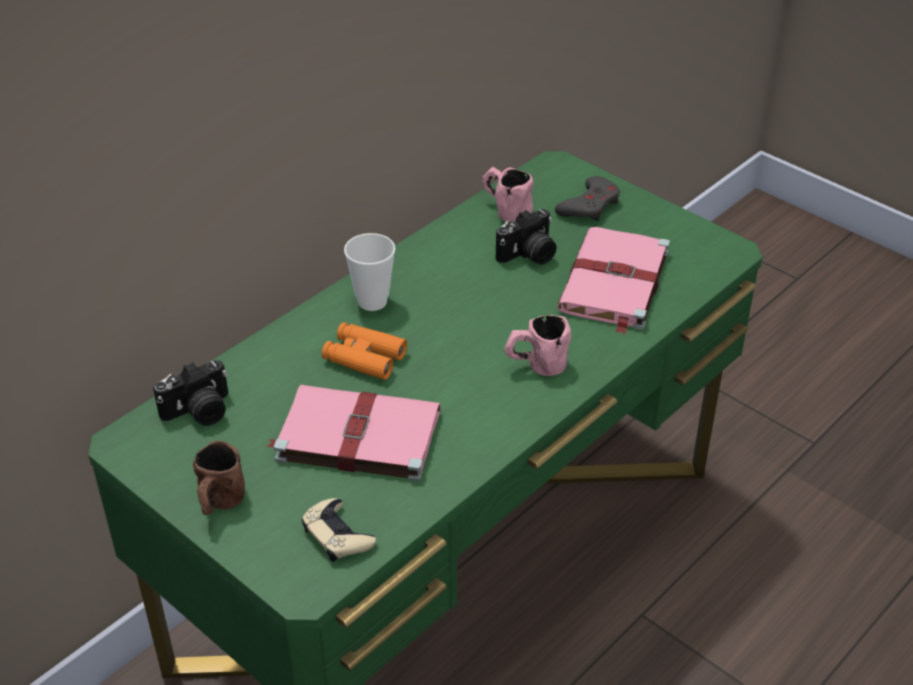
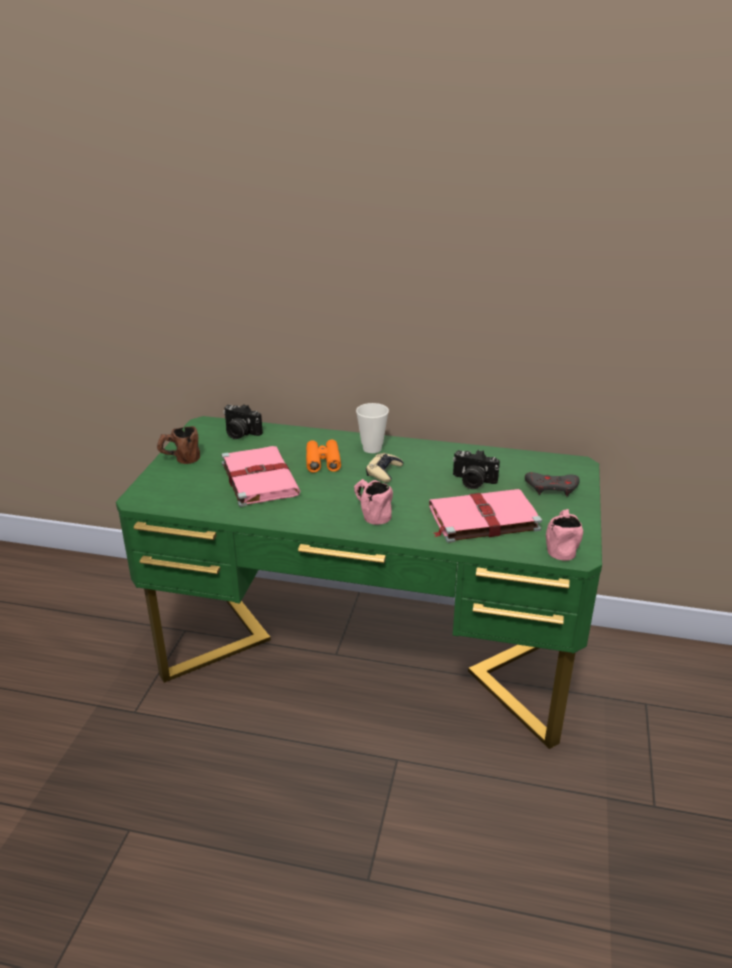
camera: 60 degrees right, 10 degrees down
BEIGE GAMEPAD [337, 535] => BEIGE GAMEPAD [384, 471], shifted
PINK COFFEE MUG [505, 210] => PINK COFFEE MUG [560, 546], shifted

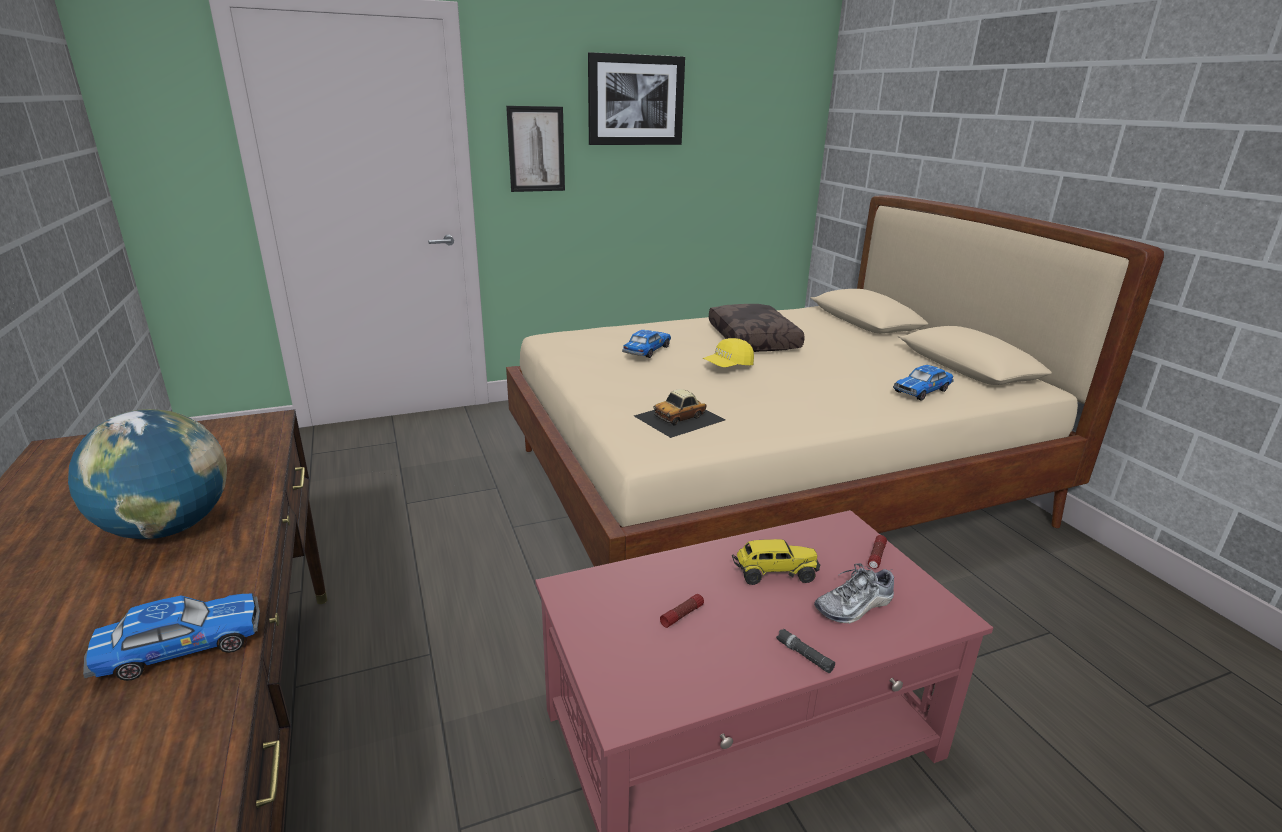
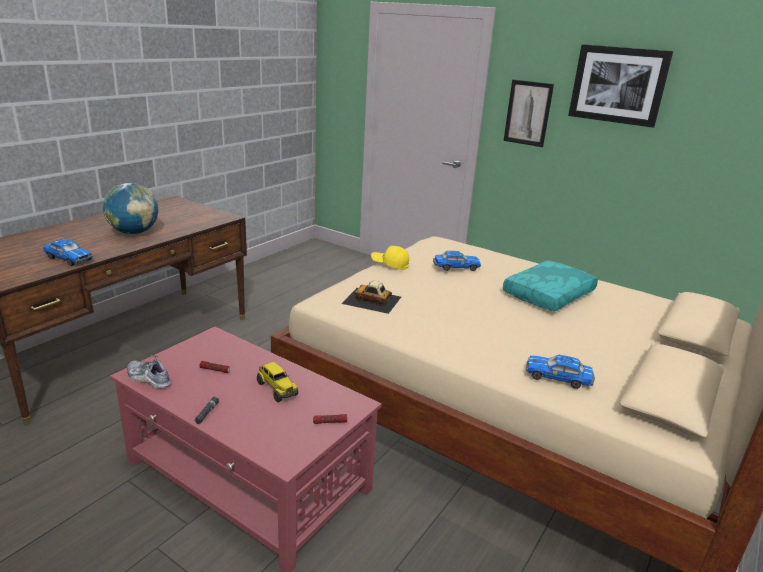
camera: 55 degrees right, 0 degrees up
YELLOW-COLOURED PEAKED CAP [728, 366] => YELLOW-COLOURED PEAKED CAP [390, 264], shifted
BROWN-COLOURED CUSHION [754, 340] => BLUE-GREEN CUSHION [549, 295]
LOW SHOE [854, 606] => LOW SHOE [148, 379], shifted

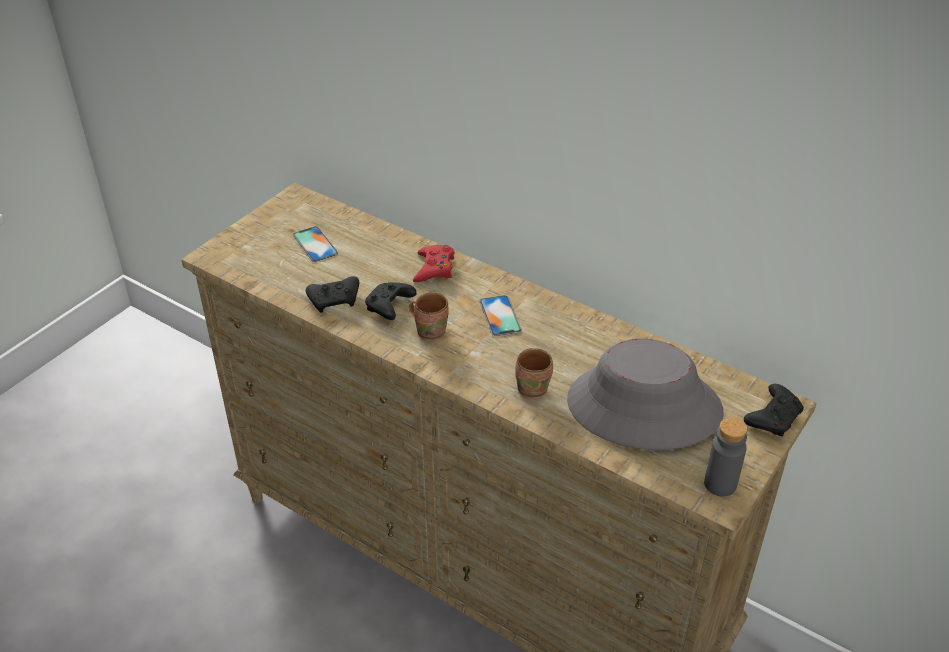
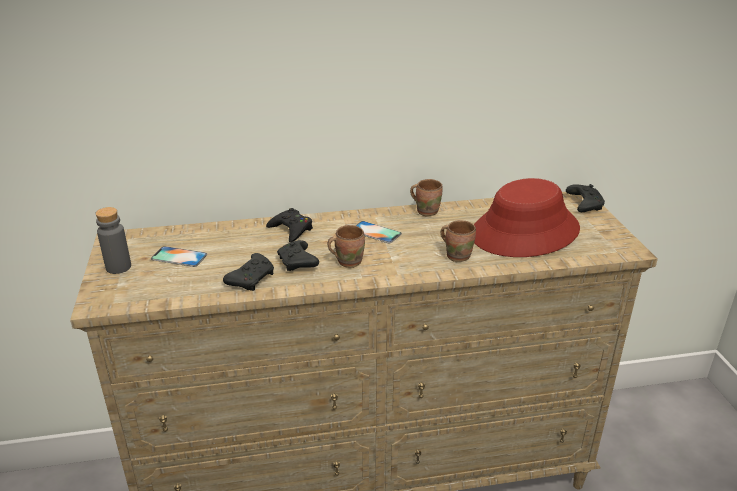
camera: 45 degrees left, 10 degrees down
RED-COLOURED GAMEPAD [434, 268] => BLACKISH GAMEPAD [291, 229]
GREYISH HAT [643, 407] => RED-COLOURED HAT [525, 232]
GREYISH BOTTLE [720, 484] => GREYISH BOTTLE [118, 267], shifted
nothing => BROWN-COLOURED COFFEE MUG [426, 211]

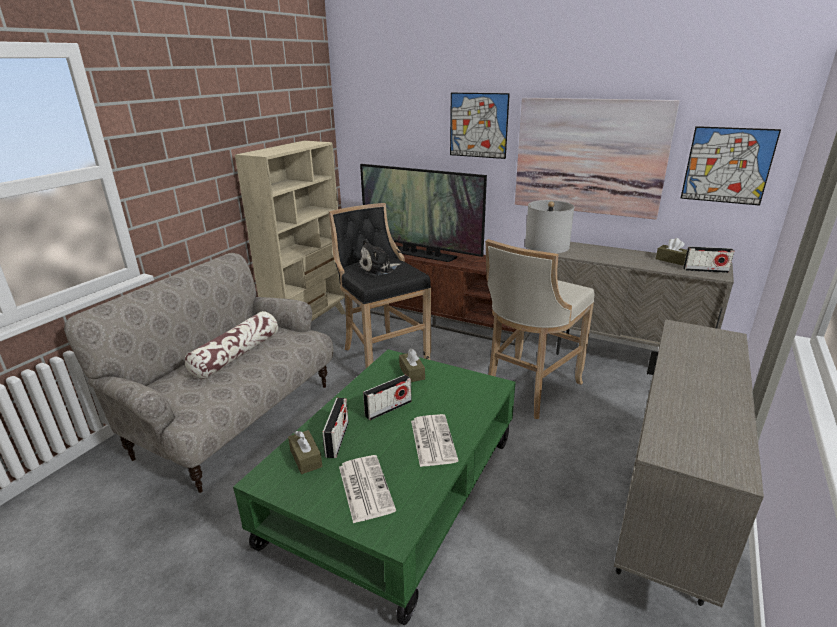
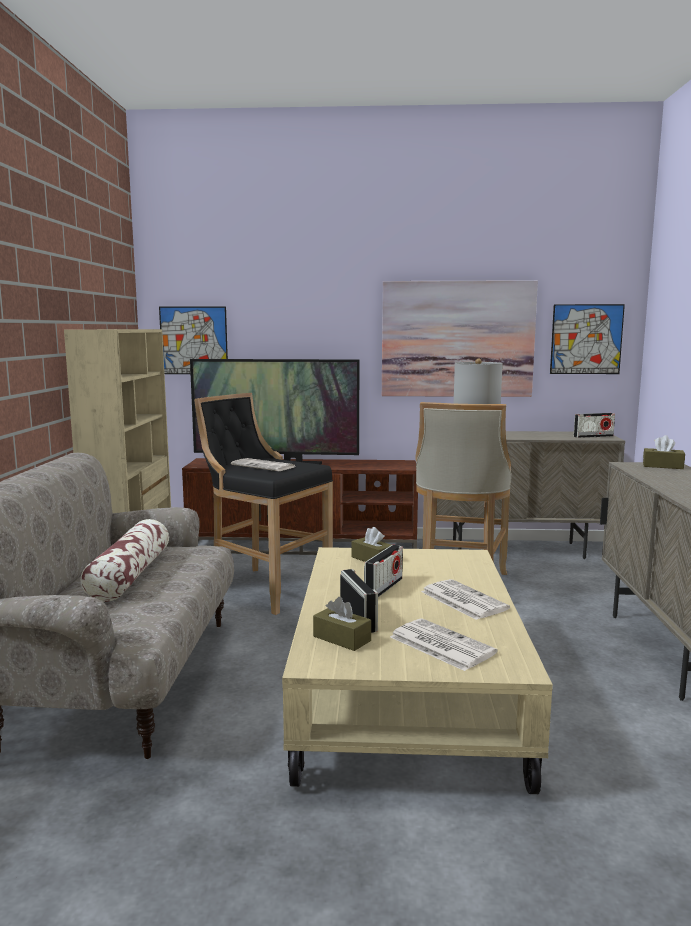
camera: 25 degrees left, 15 degrees down
GREENISH LOUNGE TABLE [395, 489] => BEIGE LOUNGE TABLE [404, 694]
CUDDLY TOY [378, 269] => NEWSPAPER [264, 466]
WALL ART [478, 125] => WALL ART [194, 340], shifted
BROWN-COLOURED TISSUE HOLDER [671, 260] => BROWN-COLOURED TISSUE HOLDER [662, 466], shifted

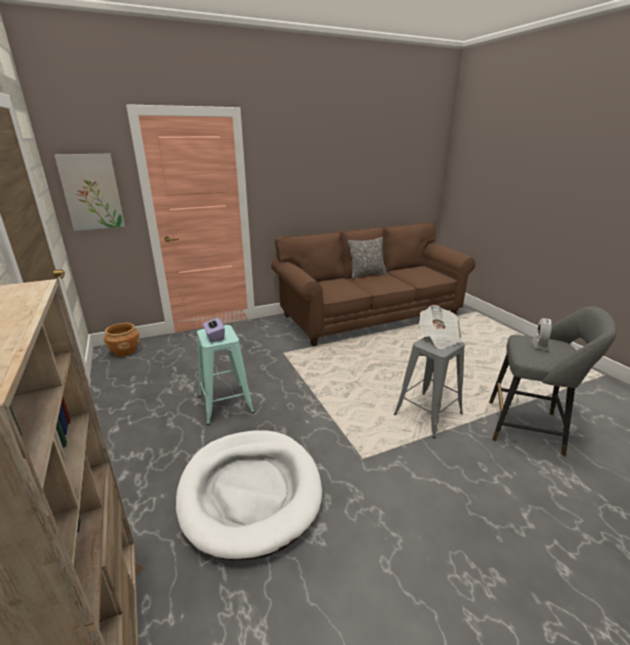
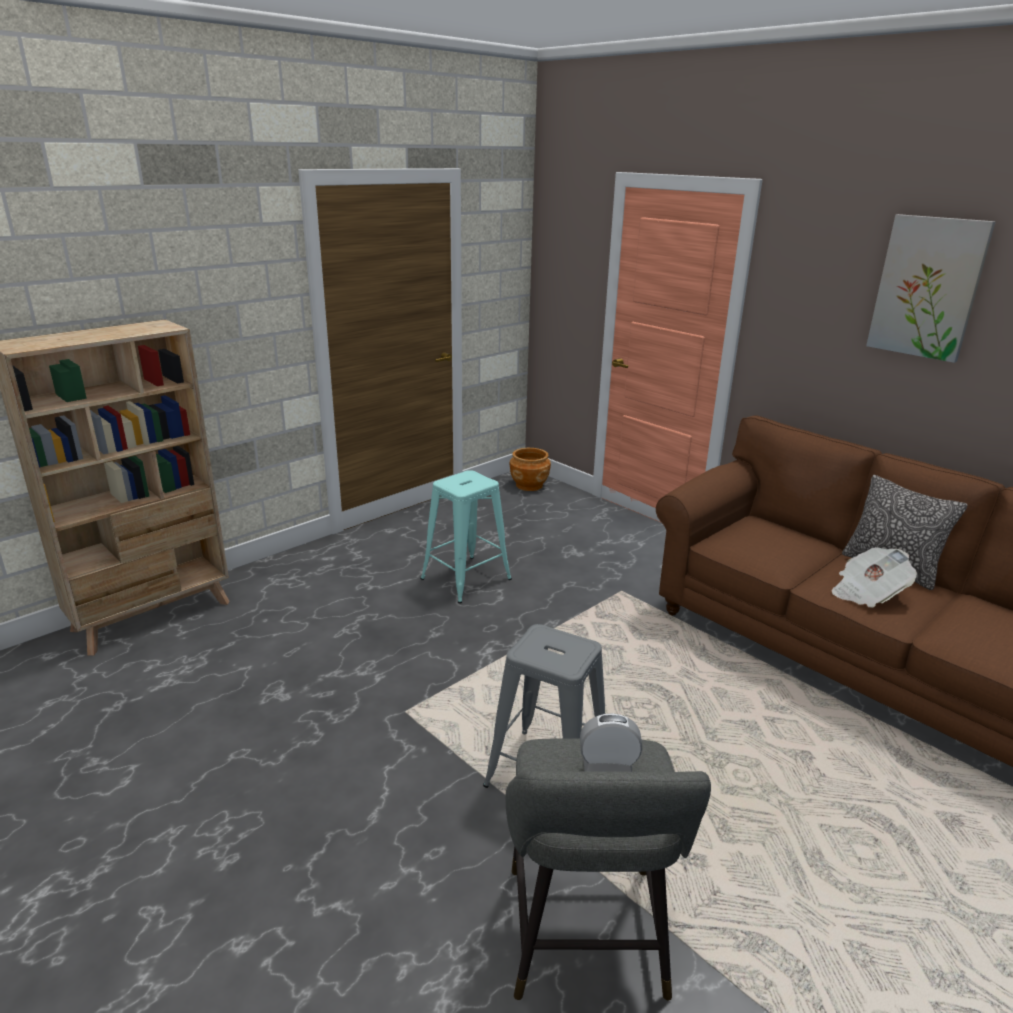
camera: 70 degrees right, 0 degrees up
WALL ART [92, 192] => WALL ART [927, 287], shifted
WHITE PET BED [250, 491] => nothing
PURPLE-COLOURED TISSUE HOLDER [214, 337] => nothing
NEWSPAPER [438, 338] => NEWSPAPER [867, 593], shifted

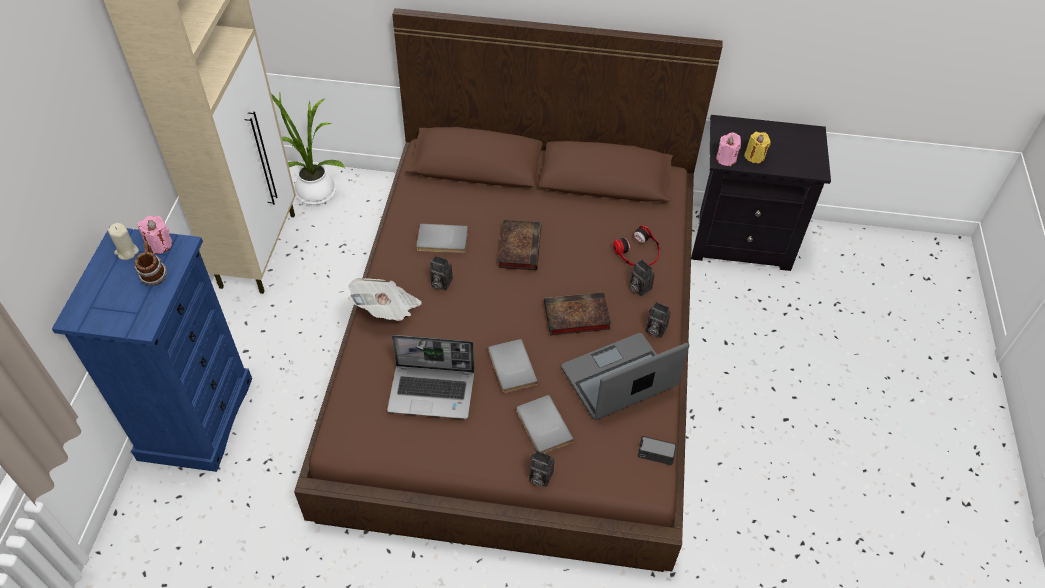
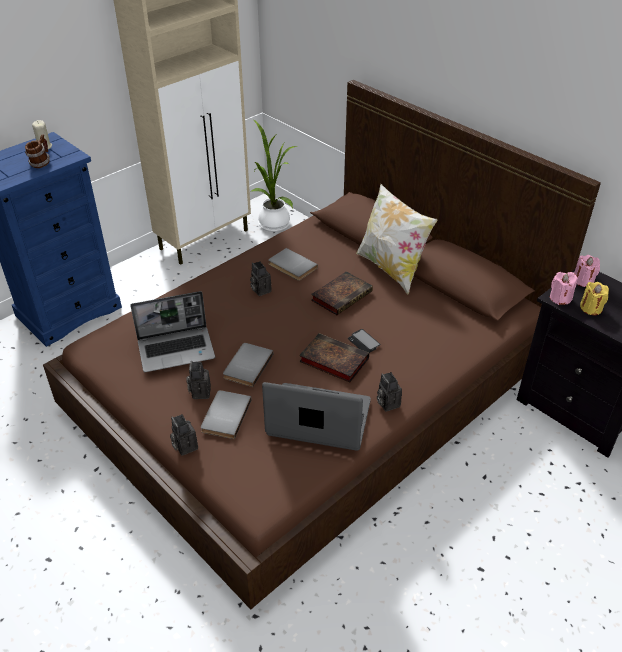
camera: 40 degrees right, 10 degrees down
PINK WAX LIGHT [159, 244] => PINK WAX LIGHT [583, 280], shifted
NEWSPAPER [387, 309] => nothing
LAPTOP [433, 392] => LAPTOP [177, 349], 60 degrees counterclockwise
HEADPHONES [638, 252] => nothing
PHOTO CAMERA [638, 287] => PHOTO CAMERA [200, 392], shifted
HANDSET [656, 451] => HANDSET [363, 342], shifted
nothing => CUSHION [391, 269]

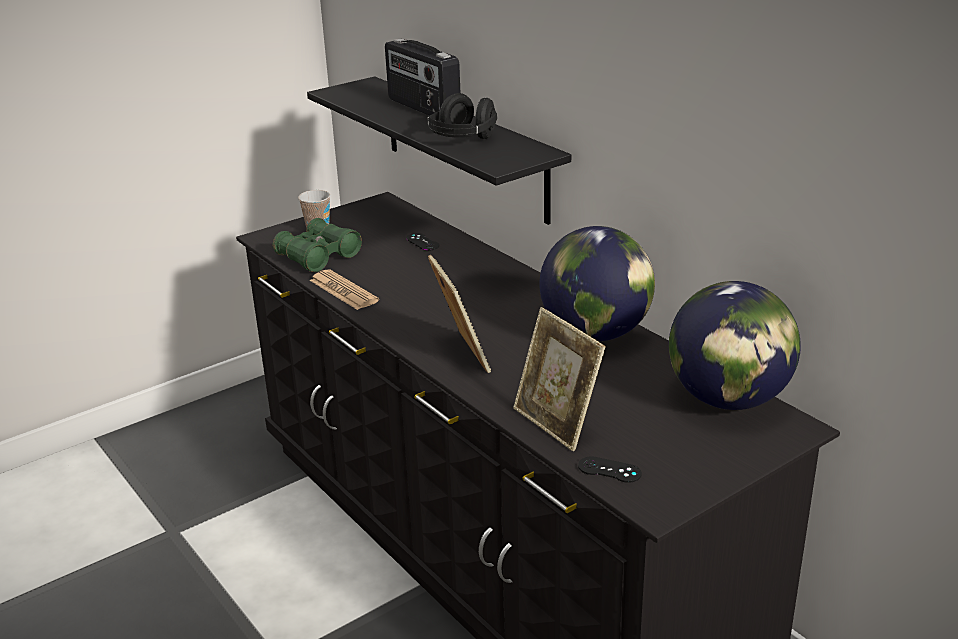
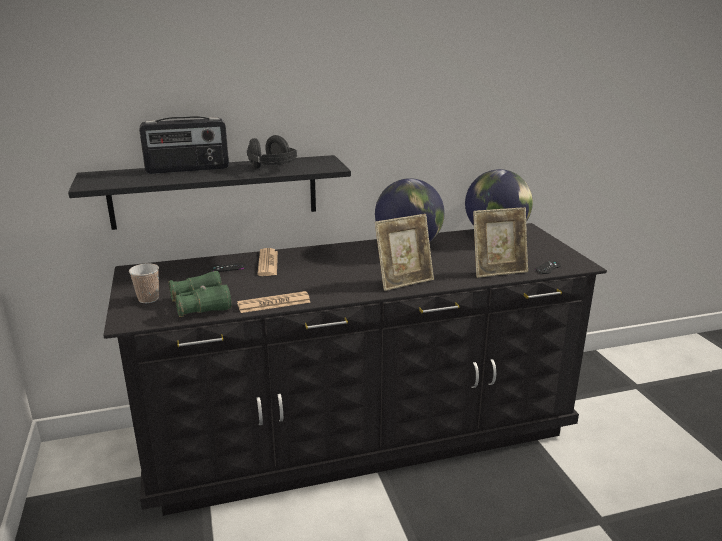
camera: 70 degrees left, 5 degrees down
PICTURE FRAME [461, 355] => PICTURE FRAME [404, 281], 150 degrees clockwise
nothing => NEWSPAPER [268, 263]

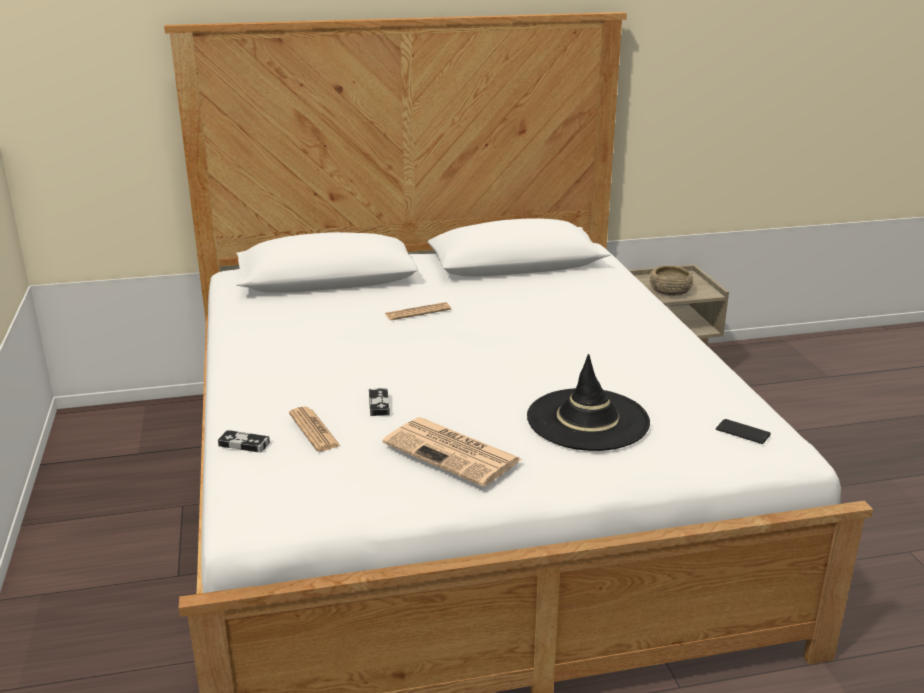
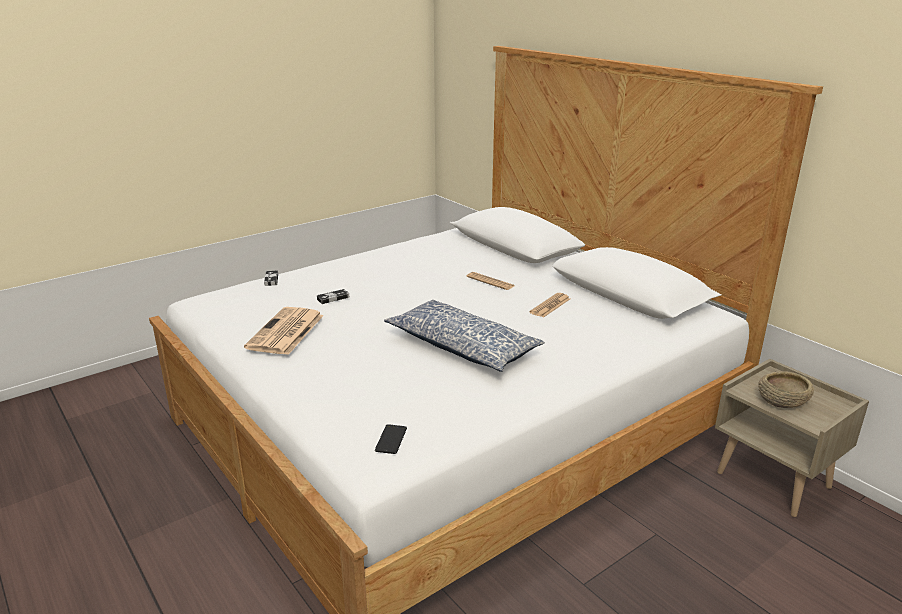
camera: 65 degrees right, 0 degrees up
NEWSPAPER [314, 430] => NEWSPAPER [550, 306], shifted
BLACKISH HAT [588, 420] => nothing
nothing => CUSHION [462, 347]

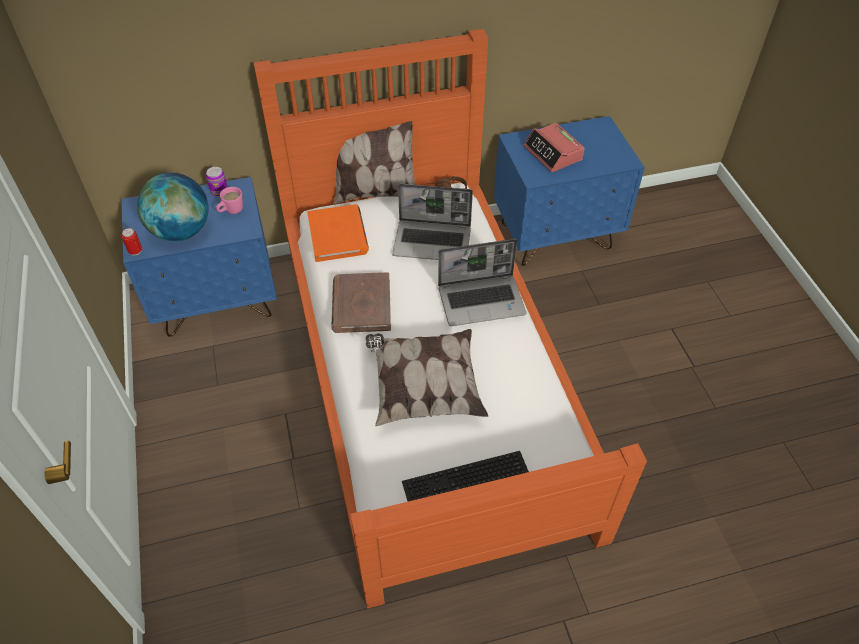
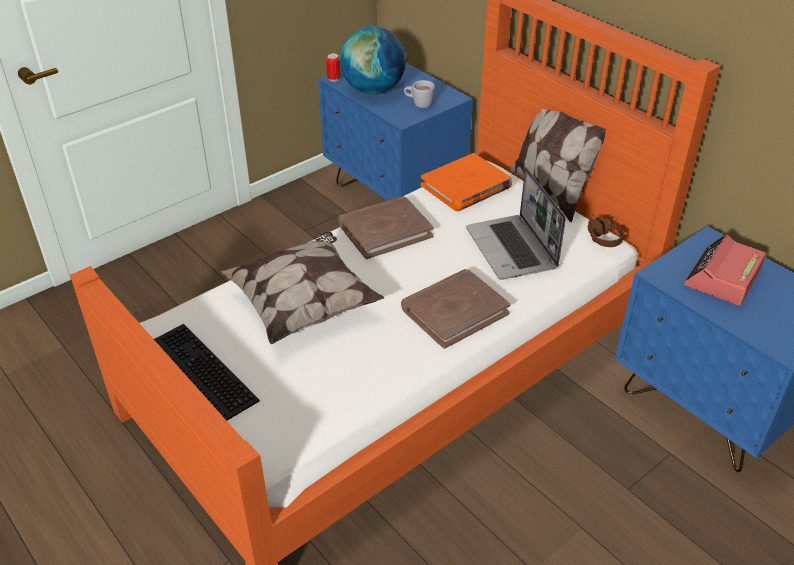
camera: 65 degrees right, 10 degrees down
CAN [219, 191] => nothing
PINK COFFEE MUG [231, 211] => WHITE COFFEE MUG [418, 104]
LAPTOP [482, 300] => BROWN-COLOURED BOUND BOOK [454, 311]

